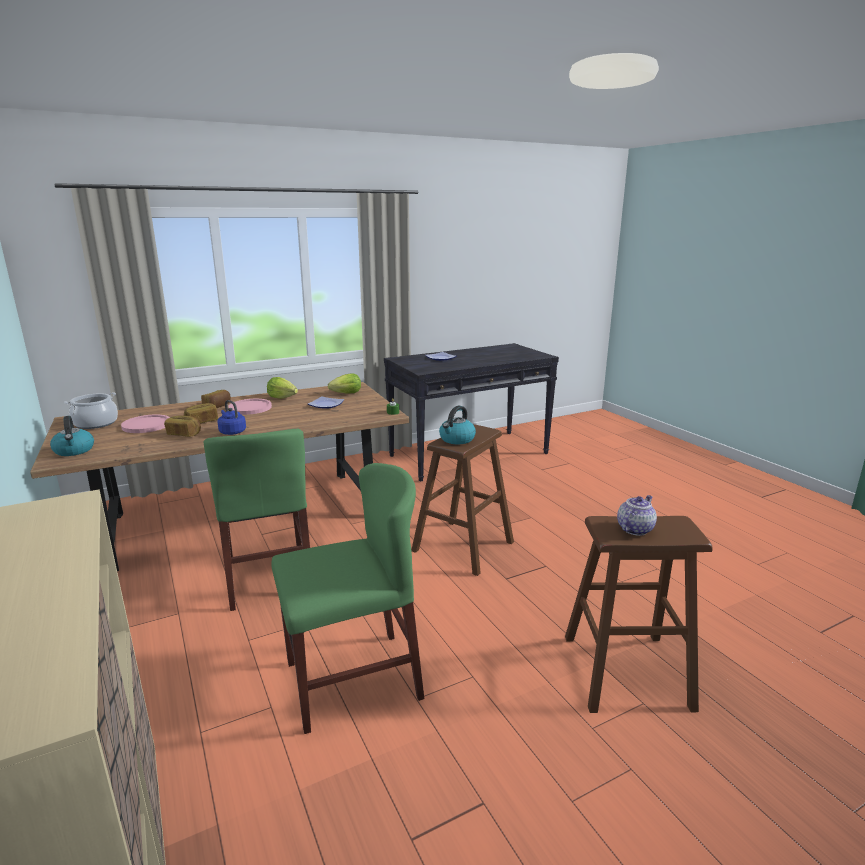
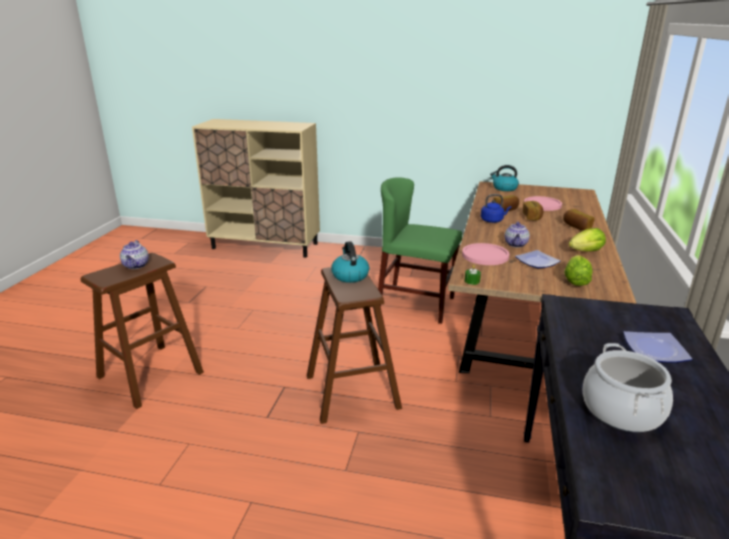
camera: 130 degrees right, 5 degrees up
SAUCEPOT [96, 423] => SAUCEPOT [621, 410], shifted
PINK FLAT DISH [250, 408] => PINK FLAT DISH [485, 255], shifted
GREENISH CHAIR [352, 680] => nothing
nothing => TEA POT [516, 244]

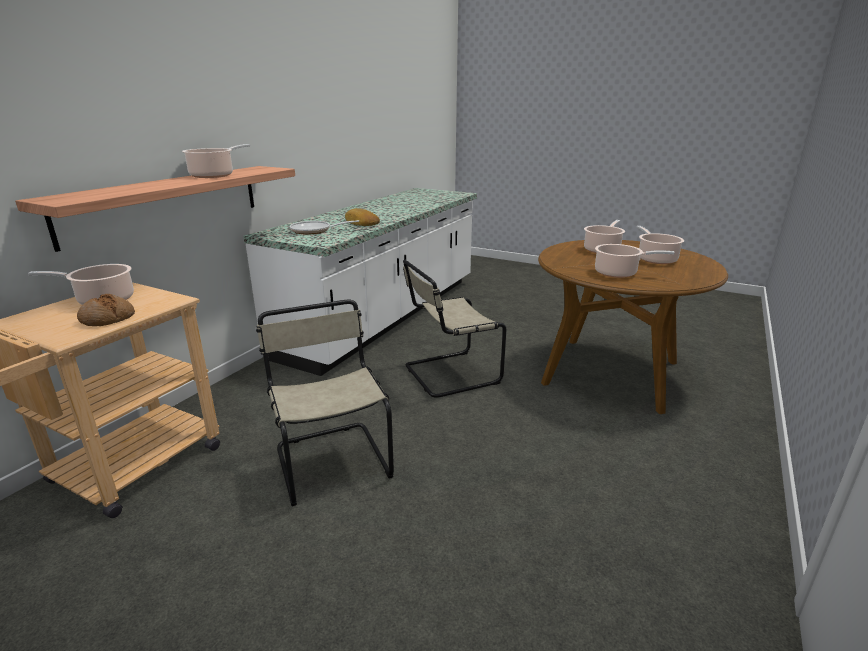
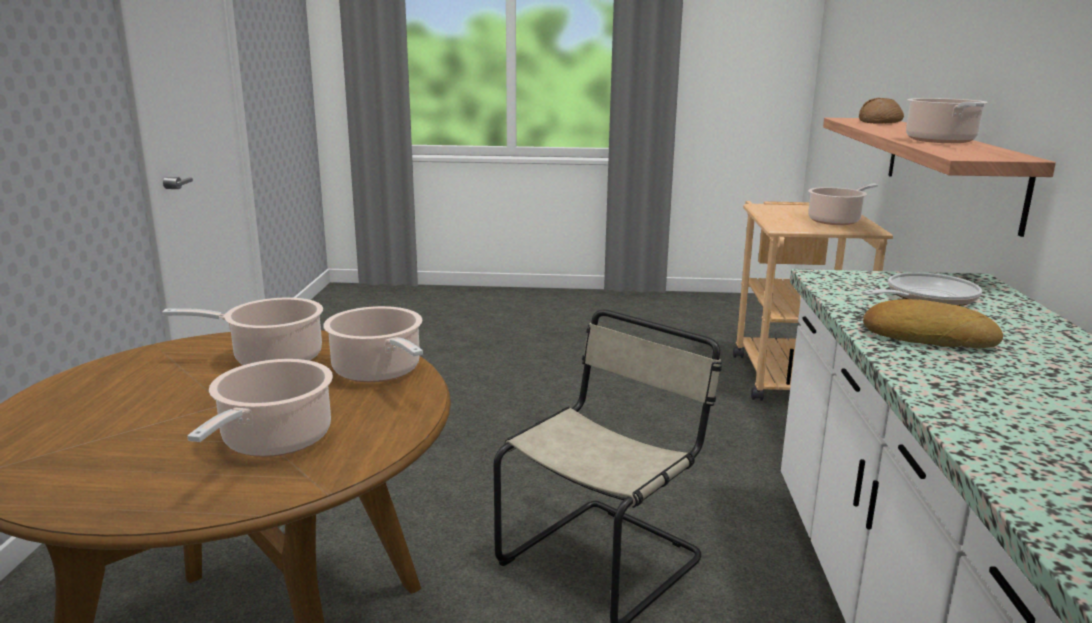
camera: 155 degrees right, 5 degrees down
BAKED BREAD [107, 319] => BAKED BREAD [880, 122], shifted
BEIGE CHAIR [331, 459] => nothing
SAUCEPOT [655, 259] => SAUCEPOT [379, 372], shifted

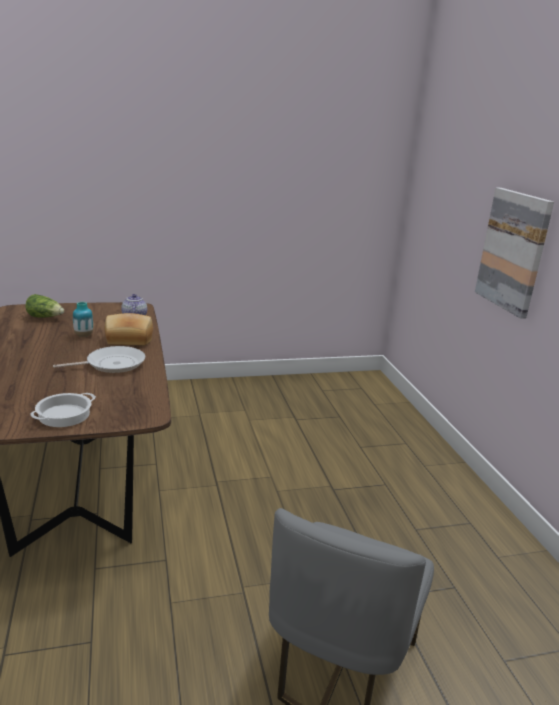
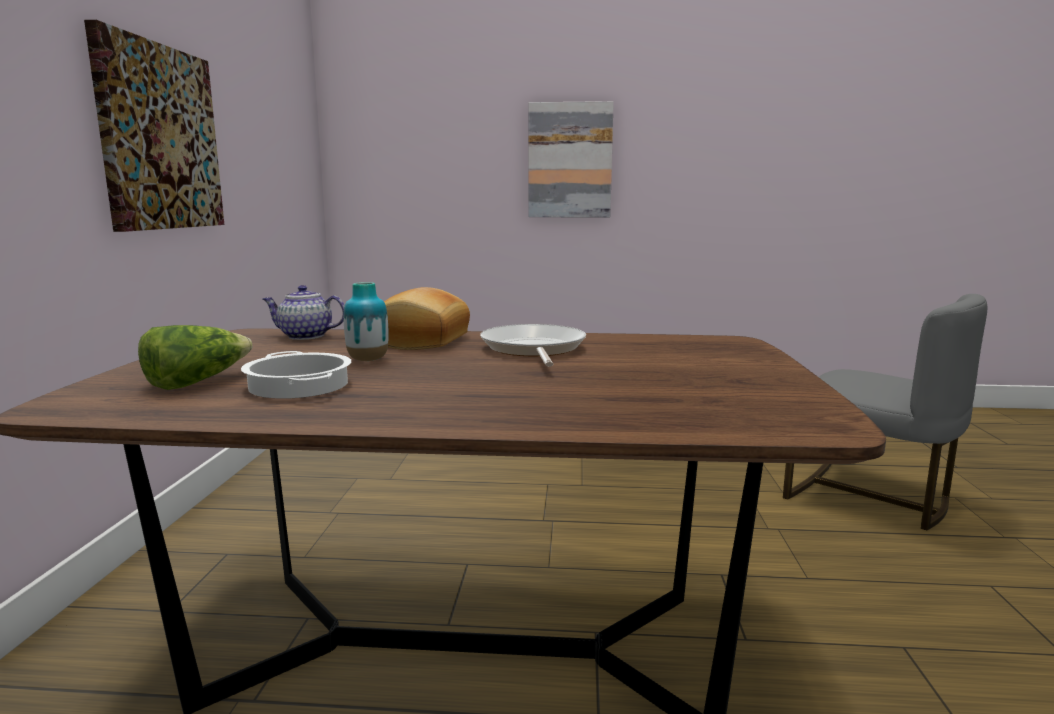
camera: 70 degrees left, 10 degrees down
SAUCEPOT [64, 415] => SAUCEPOT [300, 385], shifted
nothing => WALL ART [159, 138]

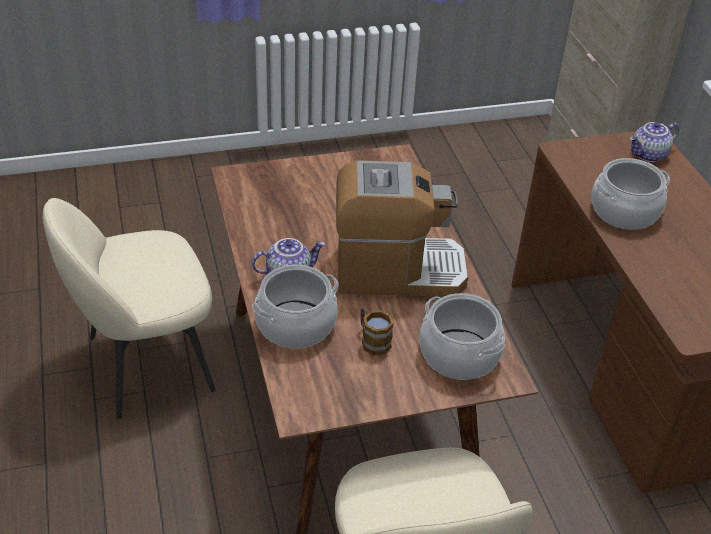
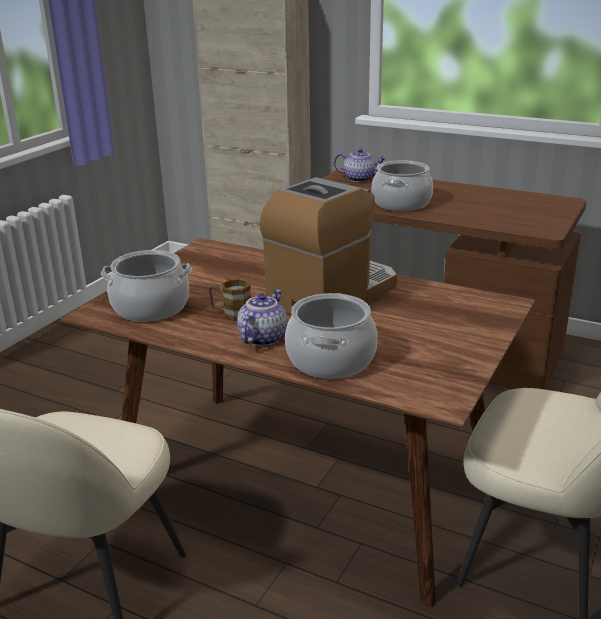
camera: 45 degrees left, 15 degrees down
COFFEE MUG [372, 340] => COFFEE MUG [231, 313], shifted
SAUCEPOT [460, 354] => SAUCEPOT [151, 307], shifted
TEA POT [649, 155] => TEA POT [360, 179], 90 degrees counterclockwise

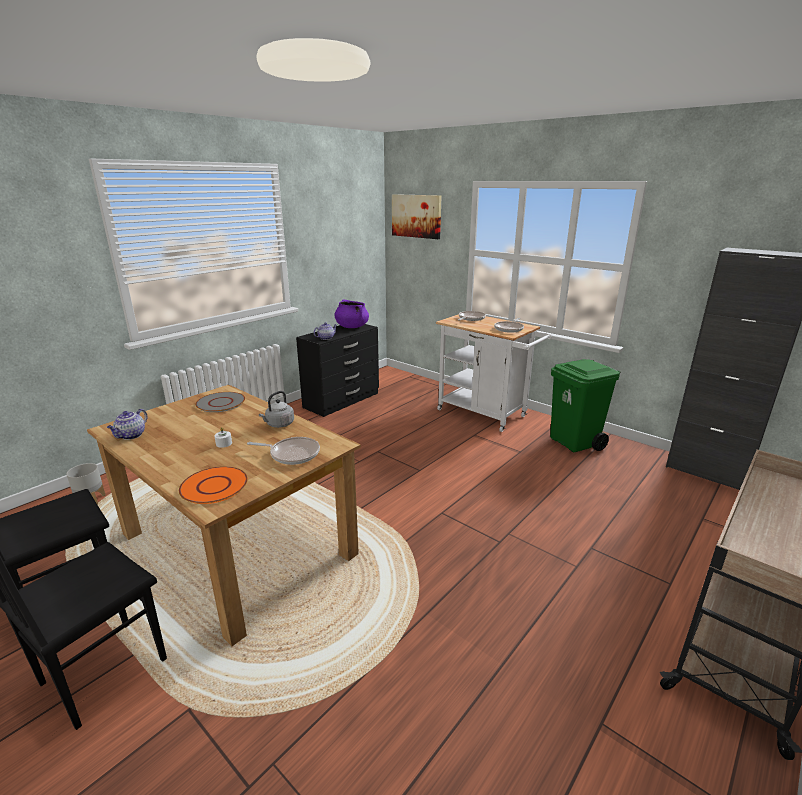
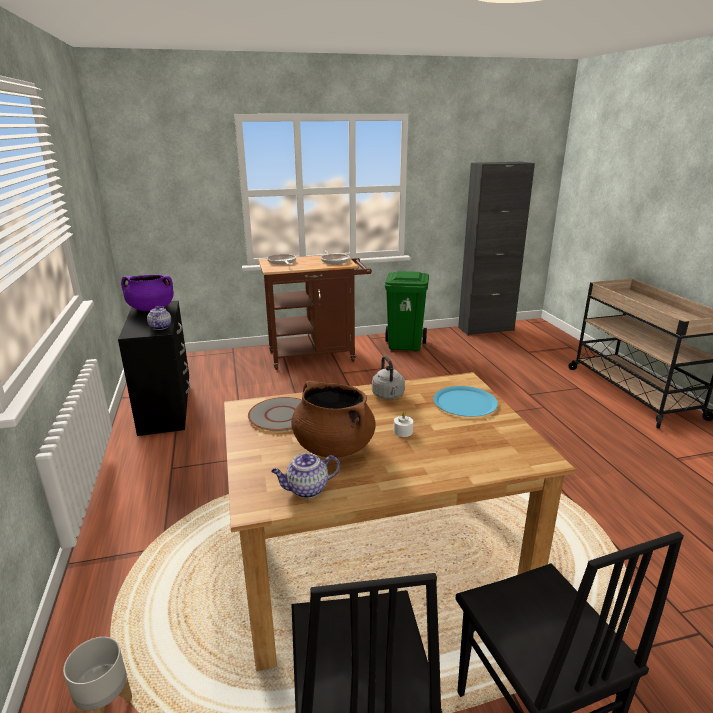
camera: 55 degrees left, 0 degrees up
TEA POT [131, 436] => TEA POT [306, 489], 105 degrees clockwise
ORANGE FLAT DISH [214, 486] => nothing
PAN [292, 454] => BLUISH FLAT DISH [465, 402]
WALL ART [416, 216] => nothing
WHITE CART [486, 414] => BROWN-COLOURED CART [317, 355]
nothing => BROWN-COLOURED SAUCEPOT [333, 447]

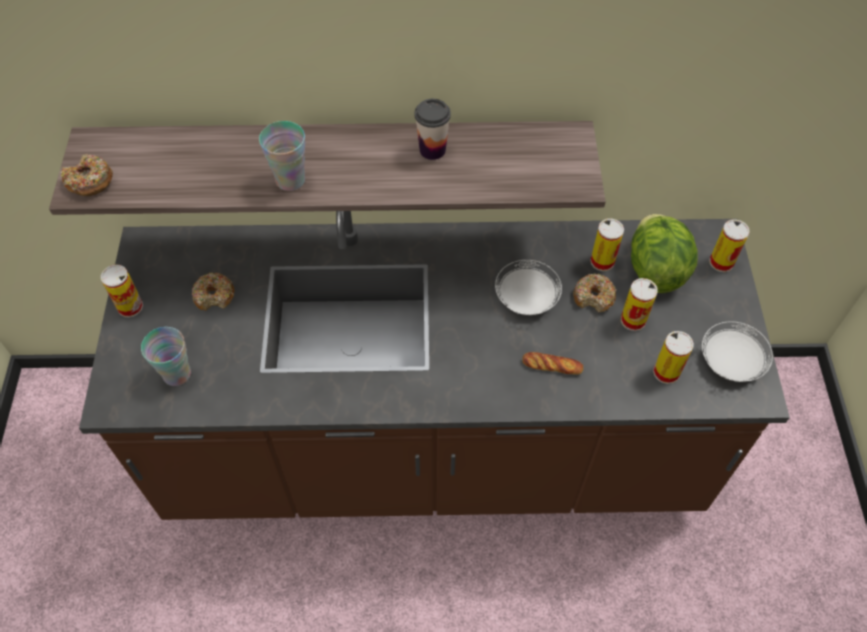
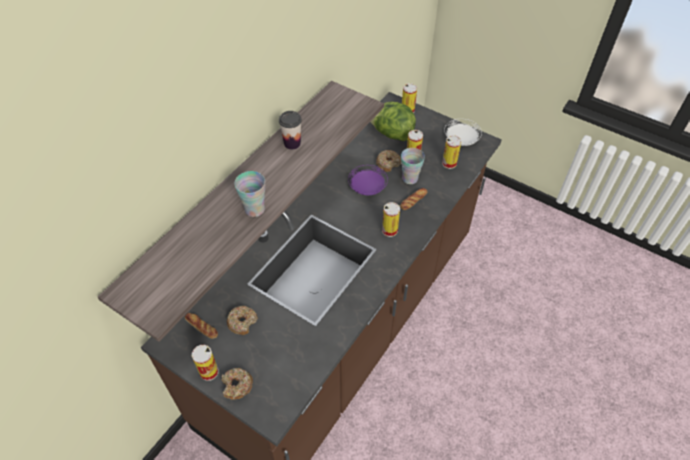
camera: 55 degrees left, 5 degrees down
RING DOUGHNUT [90, 181] => RING DOUGHNUT [237, 386], shifted
DRINKING CUP [177, 374] => DRINKING CUP [410, 178], shifted
WHITE FLAT DISH [526, 298] => PURPLE-COLOURED FLAT DISH [367, 187]
CAN [602, 261] => CAN [389, 230], shifted
nothing => BAKED BREAD [201, 327]

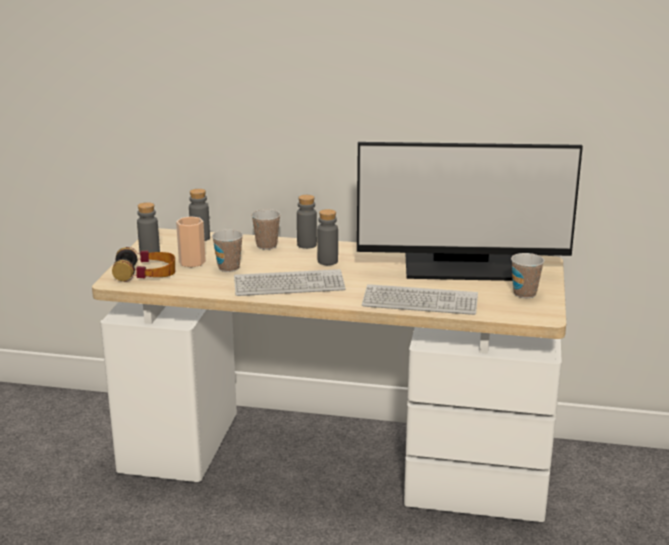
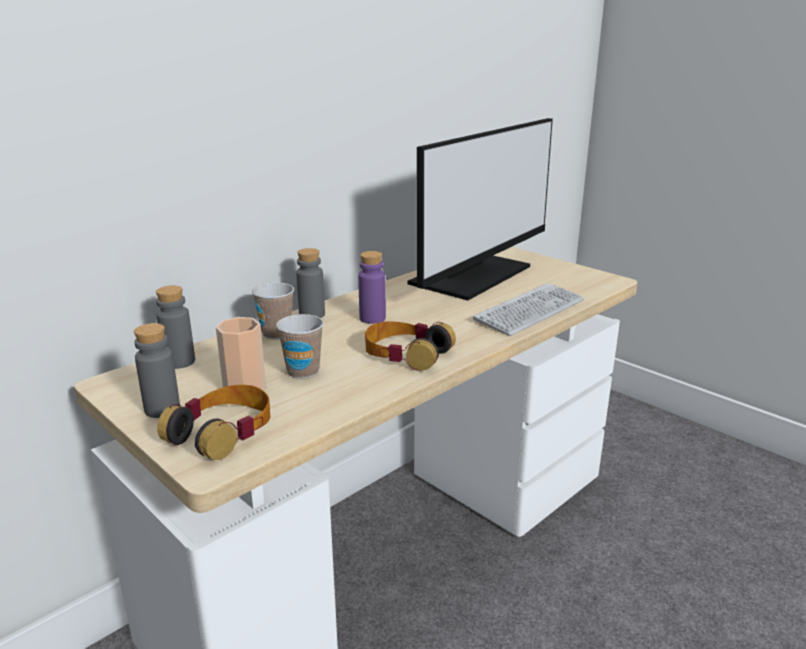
camera: 55 degrees left, 0 degrees up
PC KEYBOARD [289, 285] => HEADPHONES [406, 354]
GREYISH BOTTLE [327, 261] => PURPLE-COLOURED BOTTLE [372, 318]
DRINKING CUP [524, 294] => nothing

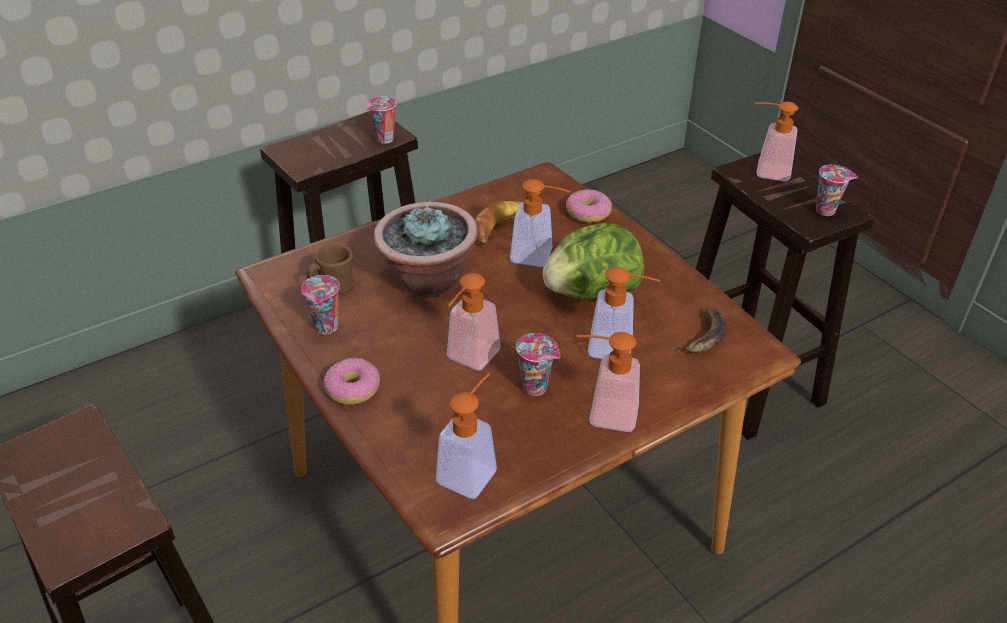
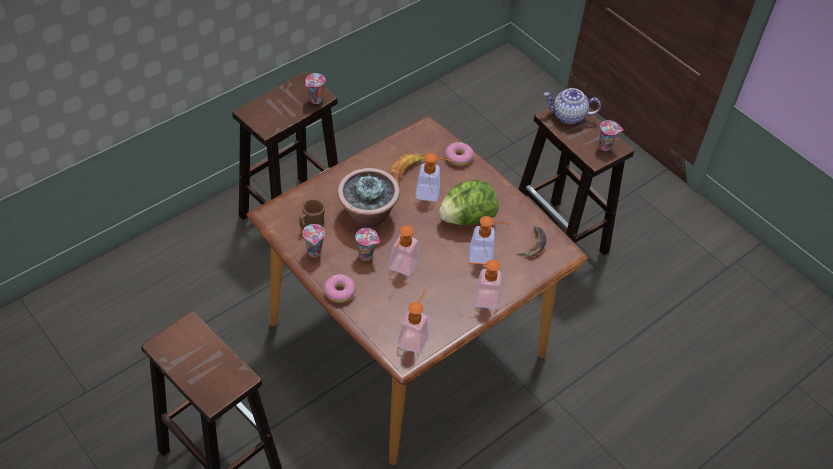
camera: 10 degrees left, 10 degrees up
DRINKING CUP [536, 387] => DRINKING CUP [367, 255], shifted
SOAP BOTTLE [766, 171] => TEA POT [568, 116]

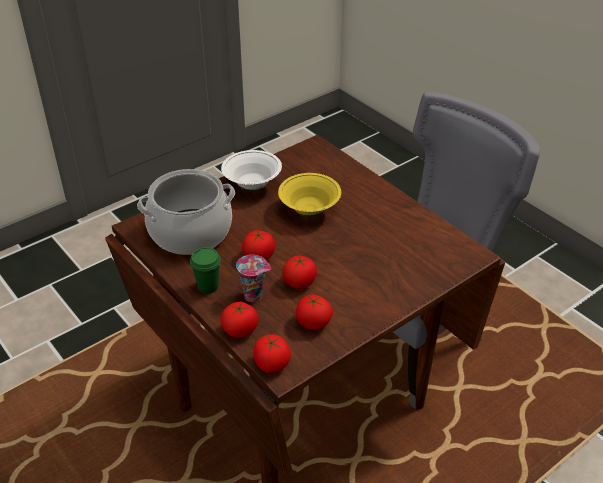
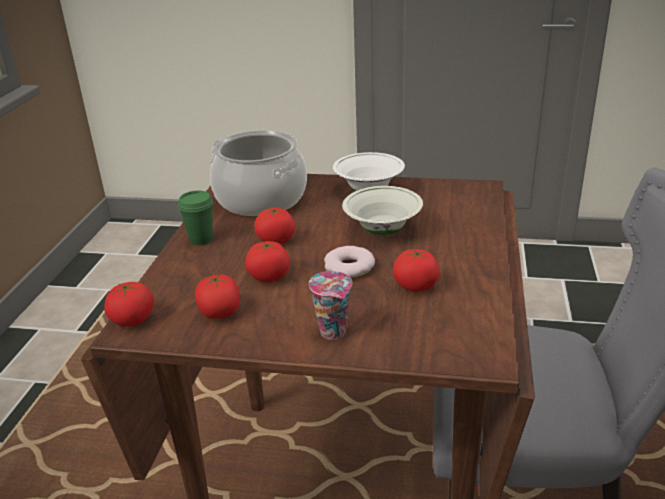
camera: 50 degrees right, 10 degrees down
WHOLE TOMATO [240, 330] => WHOLE TOMATO [415, 286], shifted
DRINKING CUP [254, 295] => DRINKING CUP [334, 332], shifted
YELLOW-COLOURED BOWL [309, 210] => WHITE BOWL [383, 230]
nothing => RING DOUGHNUT [349, 267]

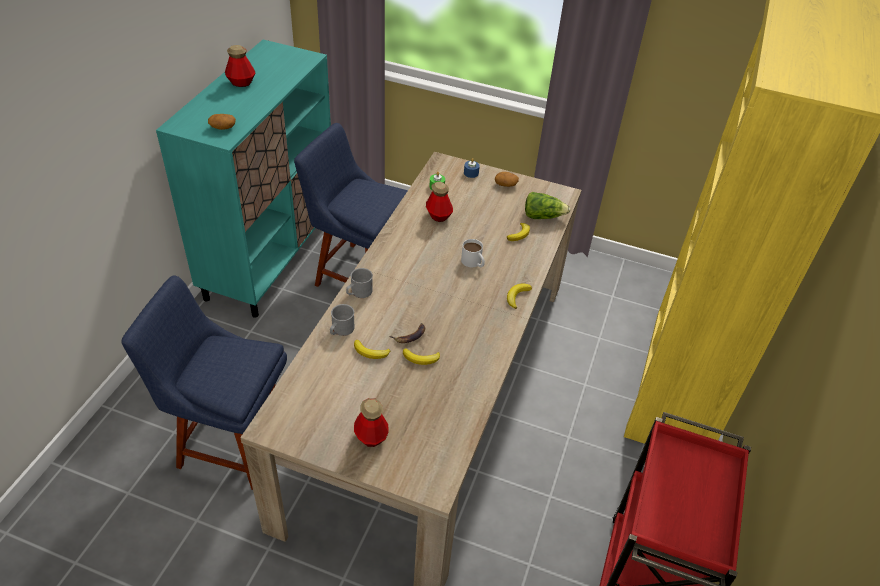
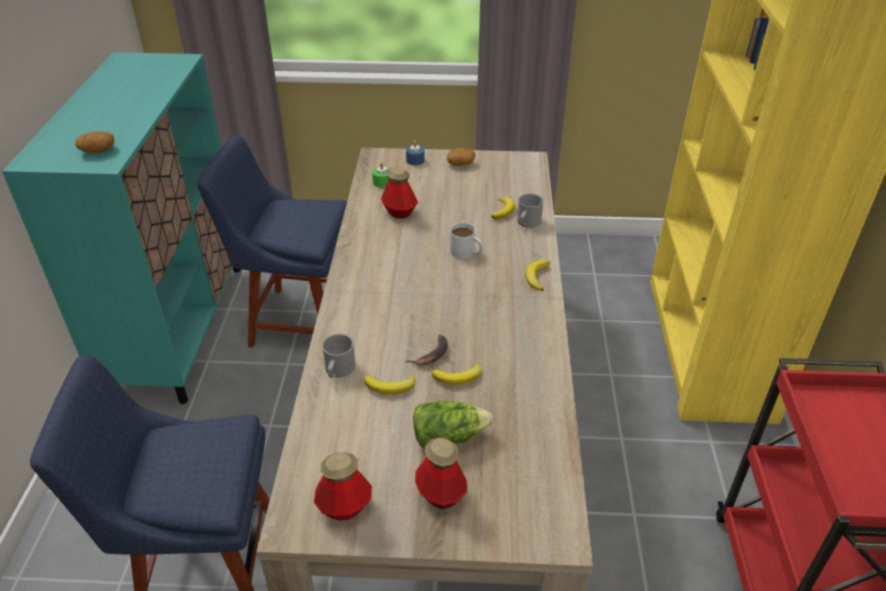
camera: 15 degrees left, 5 degrees down
BOTTLE [241, 83] => BOTTLE [344, 507], shifted
GREYISH COFFEE MUG [359, 292] => GREYISH COFFEE MUG [527, 223], shifted
LETTUCE HEAD [543, 216] => LETTUCE HEAD [448, 437], shifted

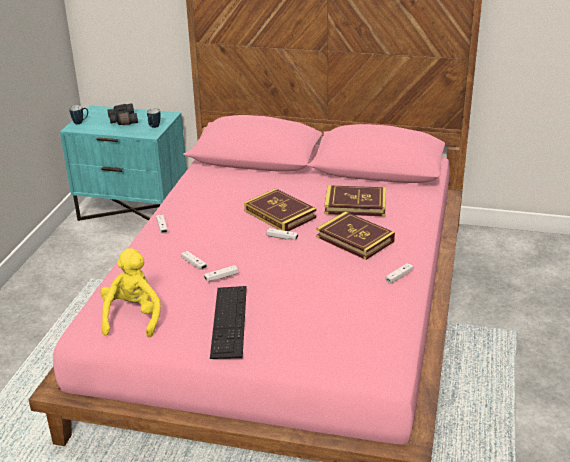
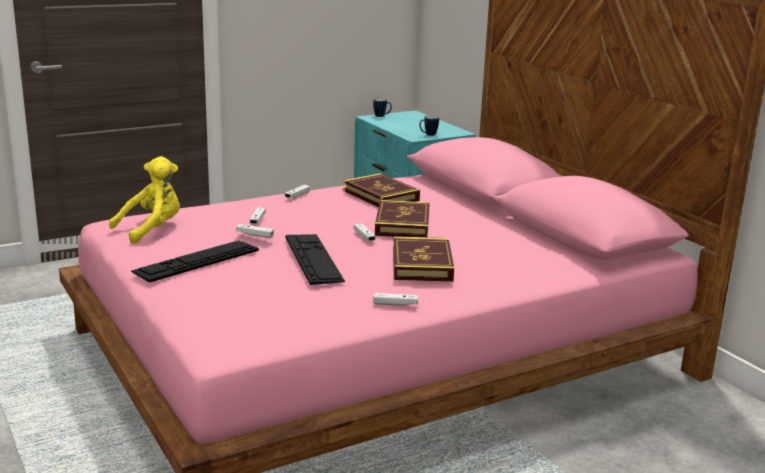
camera: 45 degrees right, 10 degrees down
BLACKISH PAIR OF BINOCULARS [122, 120] => nothing
BOUND BOOK [355, 205] => BOUND BOOK [380, 195], shifted
nothing => PC KEYBOARD [313, 258]

